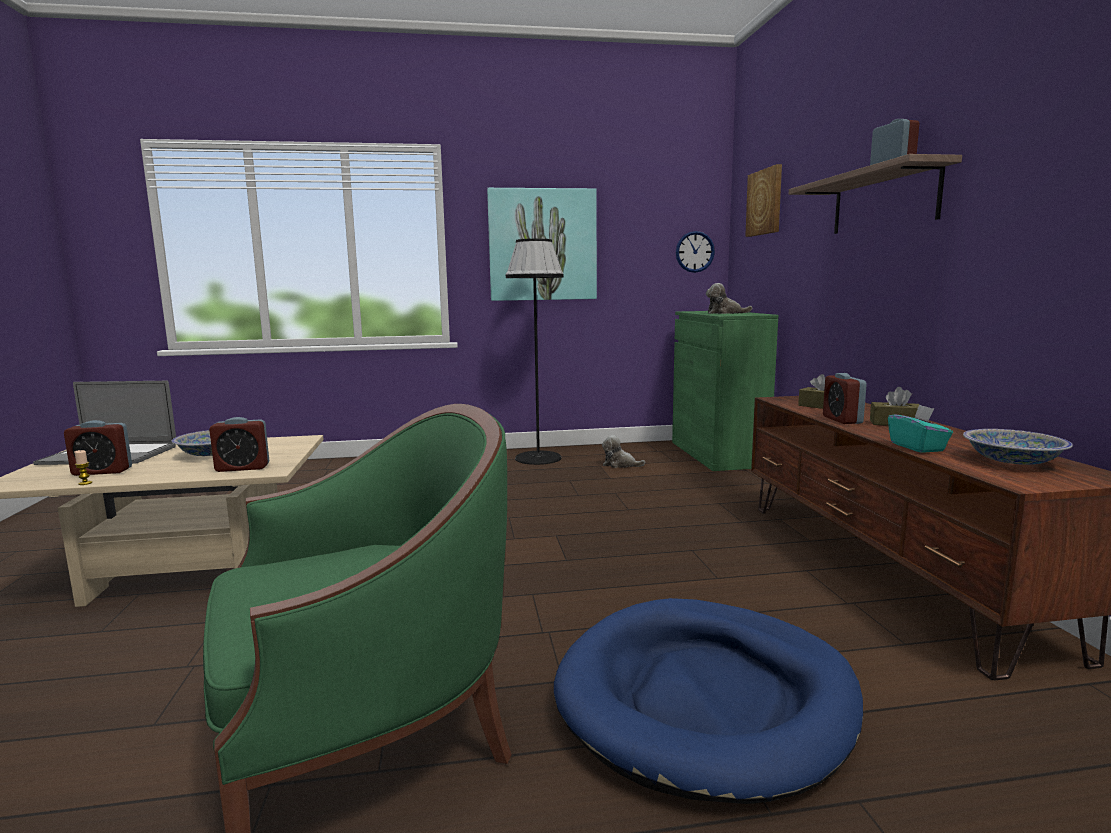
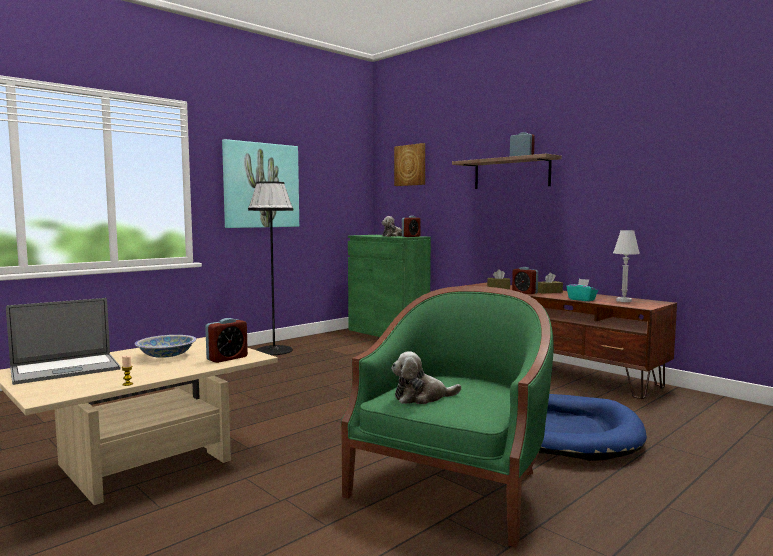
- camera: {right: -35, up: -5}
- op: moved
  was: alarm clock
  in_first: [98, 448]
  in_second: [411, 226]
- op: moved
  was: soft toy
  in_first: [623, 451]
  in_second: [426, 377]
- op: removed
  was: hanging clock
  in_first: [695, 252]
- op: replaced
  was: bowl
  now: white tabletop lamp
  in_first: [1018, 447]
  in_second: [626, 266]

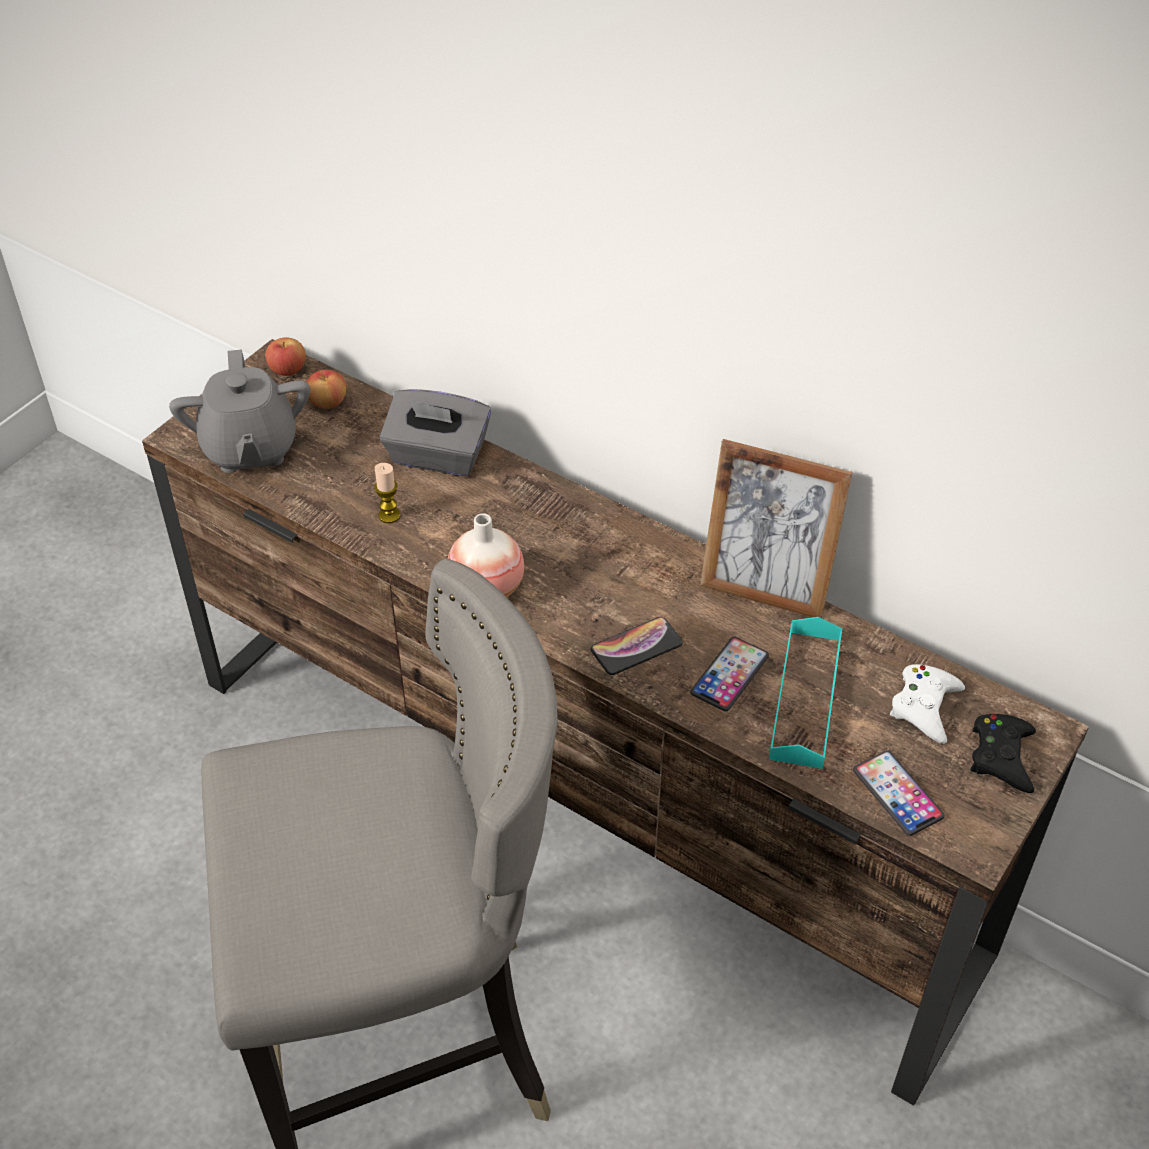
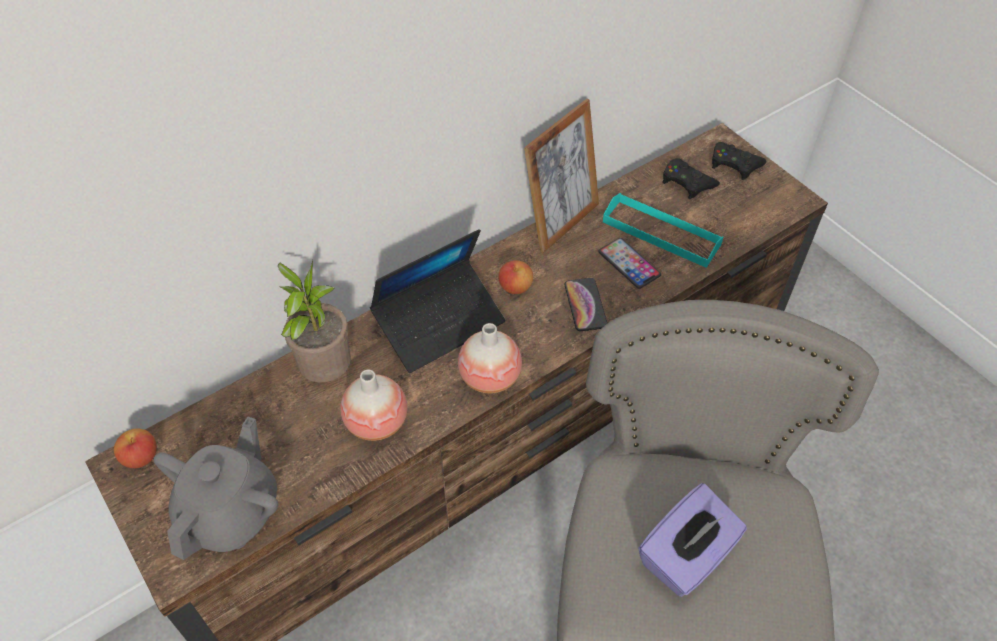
- camera: {right: -70, up: 5}
- op: turned
  was: grey pot for tea
  in_first: [239, 411]
  in_second: [216, 488]
  clockwise: -75
- op: moved
  was: apple fruit
  in_first: [327, 389]
  in_second: [515, 277]
- op: replaced
  was: wax light
  now: vase
  in_first: [387, 493]
  in_second: [374, 405]
- op: replaced
  was: grey tissue holder
  now: plant in a pot
  in_first: [435, 432]
  in_second: [314, 321]
- op: removed
  was: handset
  in_first: [899, 793]
- op: recoloured
  was: white joypad
  now: blackish joypad
  in_first: [927, 704]
  in_second: [691, 178]
- op: added
  now: laptop
  in_second: [437, 301]
- op: added
  now: purple-coloured tissue holder
  in_second: [692, 540]

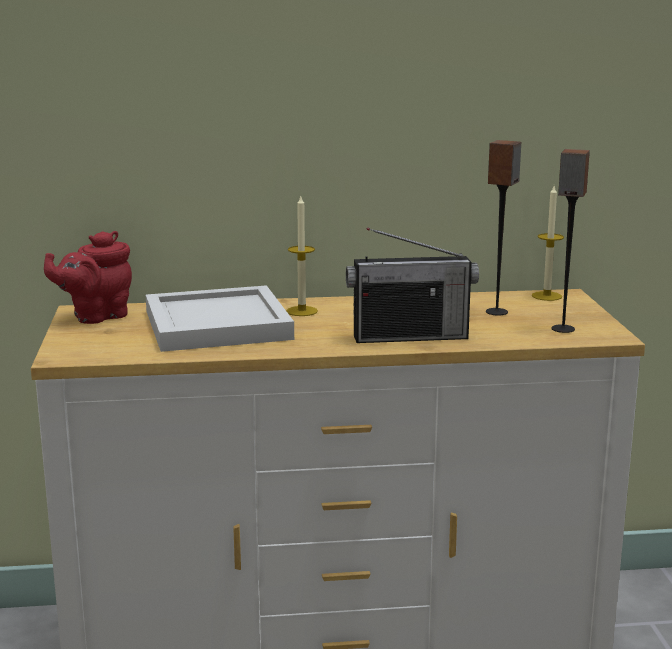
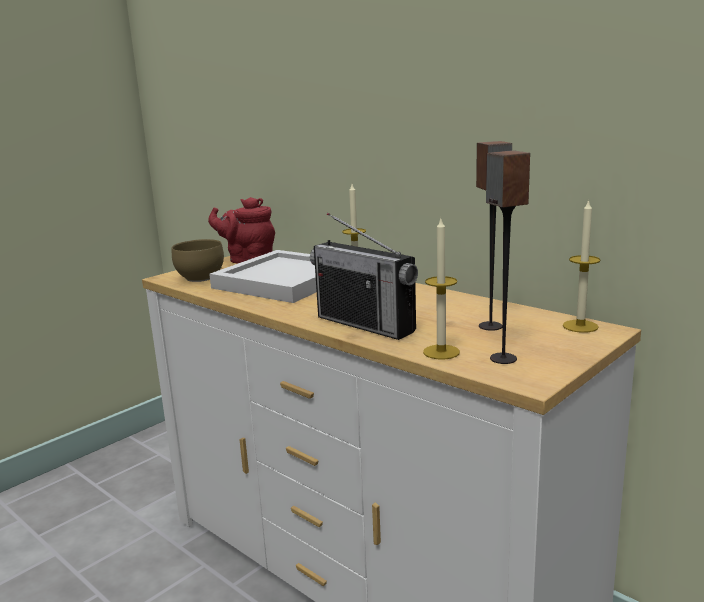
- camera: {right: 50, up: 0}
- op: added
  now: brown-coloured bowl
  in_second: [198, 260]
- op: added
  now: wax light
  in_second: [441, 289]

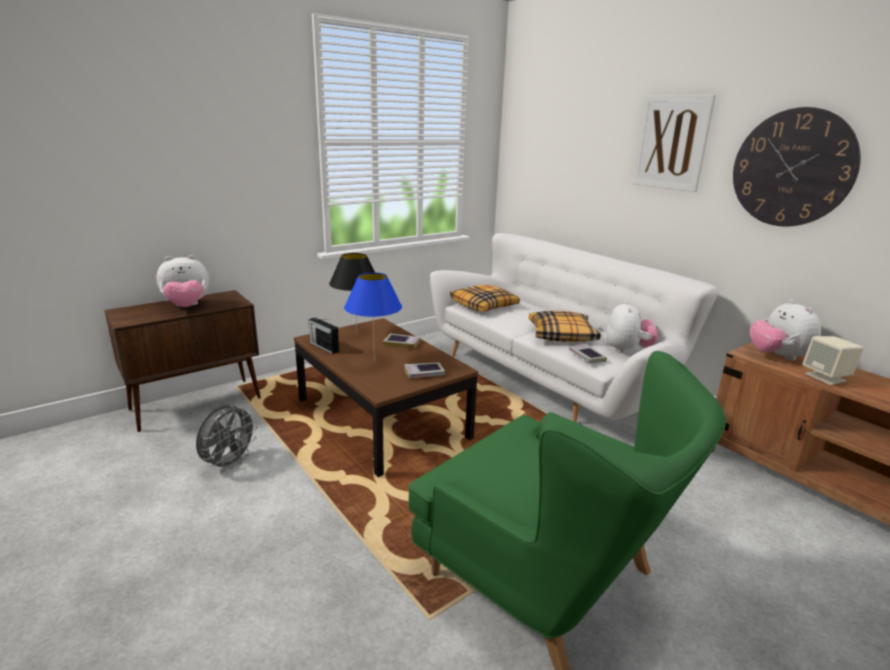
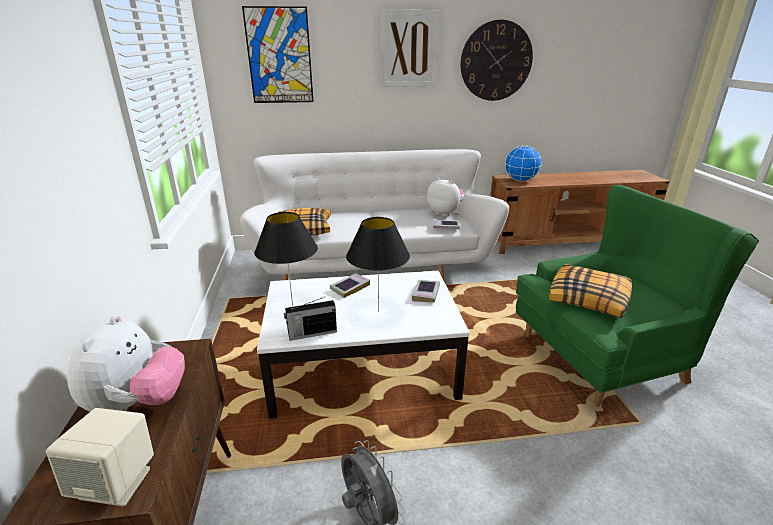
- camera: {right: -60, up: 5}
- op: recoloured
  was: brown-coloured low table
  now: white low table
  in_first: [386, 397]
  in_second: [363, 345]
- op: recoloured
  was: blue-coloured tabletop lamp
  now: blackish tabletop lamp
  in_first: [373, 317]
  in_second: [378, 264]
- op: moved
  was: cushion
  in_first: [565, 326]
  in_second: [590, 291]
- op: replaced
  was: soft toy
  now: globe
  in_first: [785, 330]
  in_second: [523, 163]
- op: moved
  was: beige audio speaker
  in_first: [833, 360]
  in_second: [100, 457]
- op: added
  now: wall picture
  in_second: [278, 54]

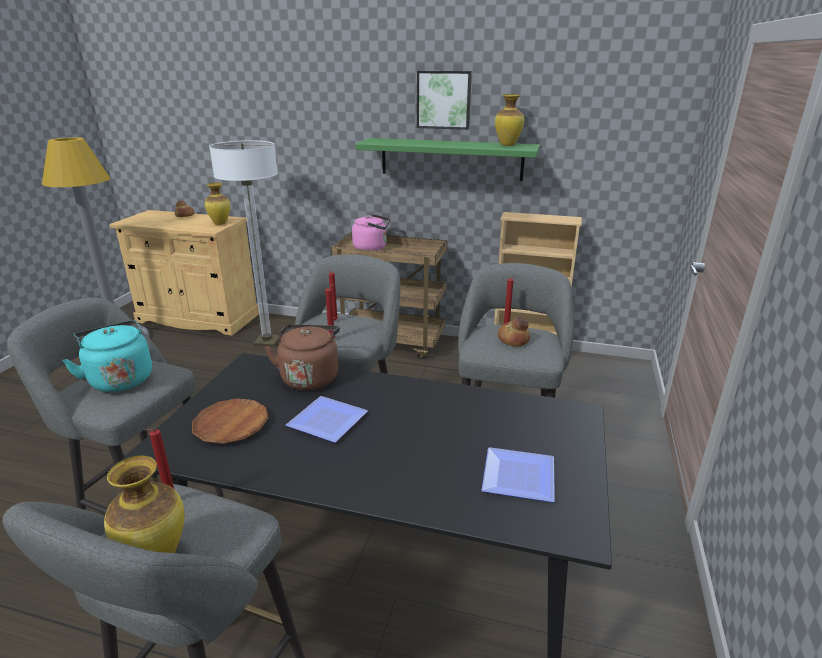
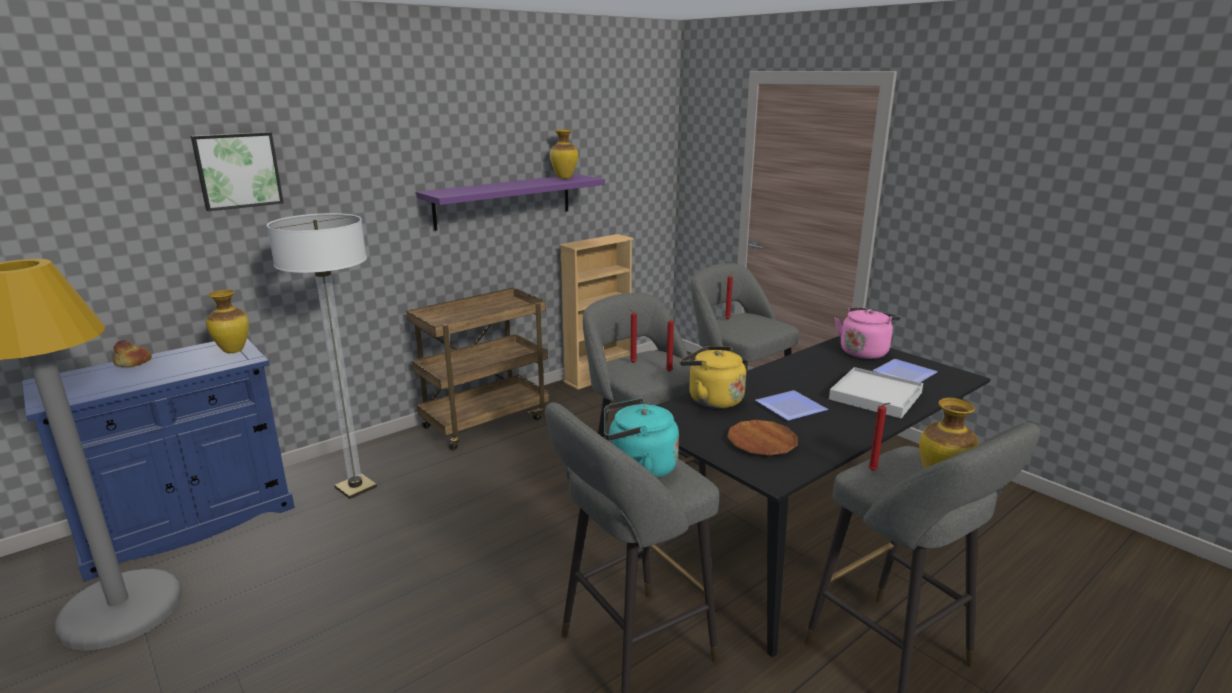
- camera: {right: -55, up: -5}
- op: recoloured
  was: beige storage cabinet
  now: blue-coloured storage cabinet
  in_first: [184, 273]
  in_second: [158, 460]
- op: recoloured
  was: brown-coloured tea kettle
  now: yellow tea kettle
  in_first: [302, 357]
  in_second: [713, 377]
- op: moved
  was: pinkish tea kettle
  in_first: [371, 232]
  in_second: [868, 333]
- op: recoloured
  was: green-coloured shelf
  now: purple-coloured shelf
  in_first: [447, 159]
  in_second: [510, 202]
- op: moved
  was: wall picture
  in_first: [444, 100]
  in_second: [237, 171]
- op: removed
  was: baked bread
  in_first: [514, 331]
- op: added
  now: white serving tray
  in_second: [876, 392]

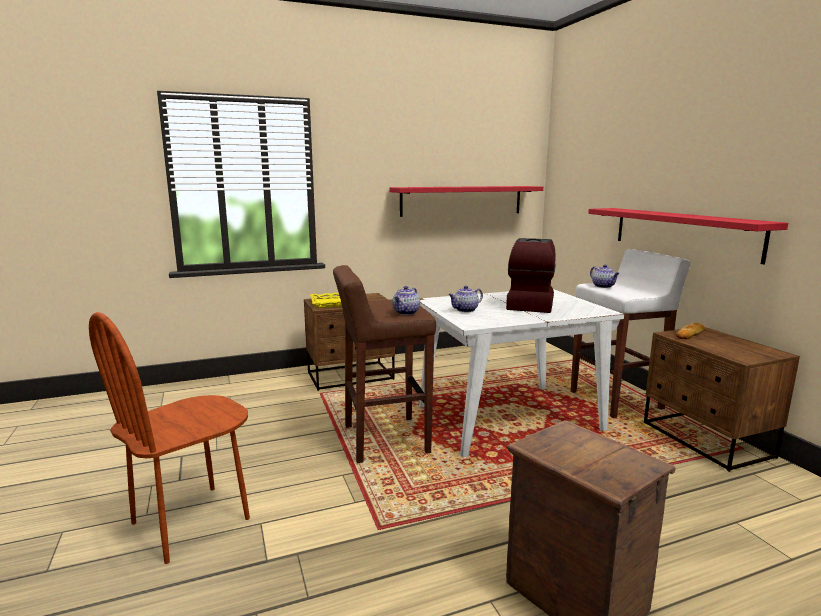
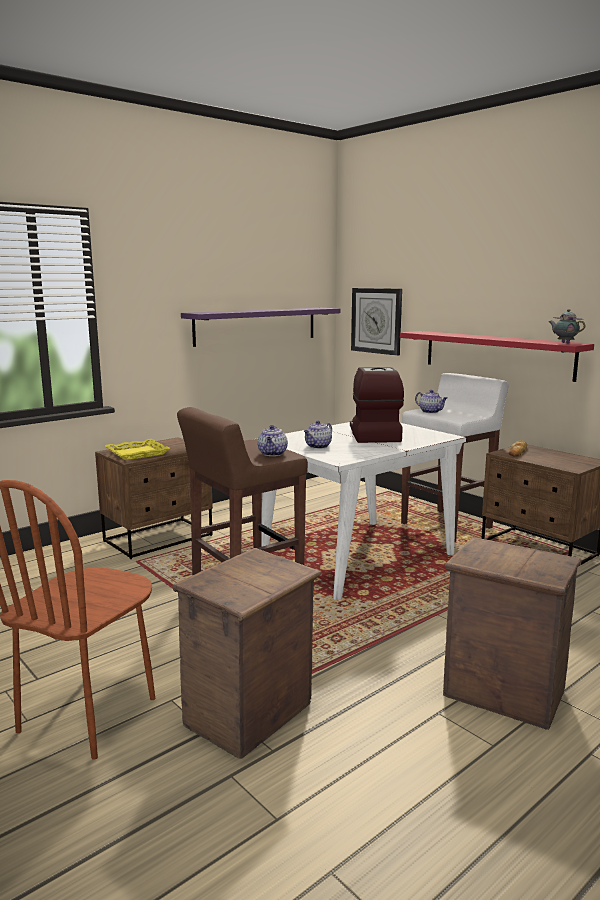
- camera: {right: -20, up: 0}
- op: recoloured
  was: reddish shelf
  now: purple-coloured shelf
  in_first: [466, 201]
  in_second: [260, 327]
- op: added
  now: packing crate
  in_second: [246, 653]
- op: added
  now: hanging clock
  in_second: [376, 322]
- op: added
  now: pot for tea
  in_second: [567, 326]

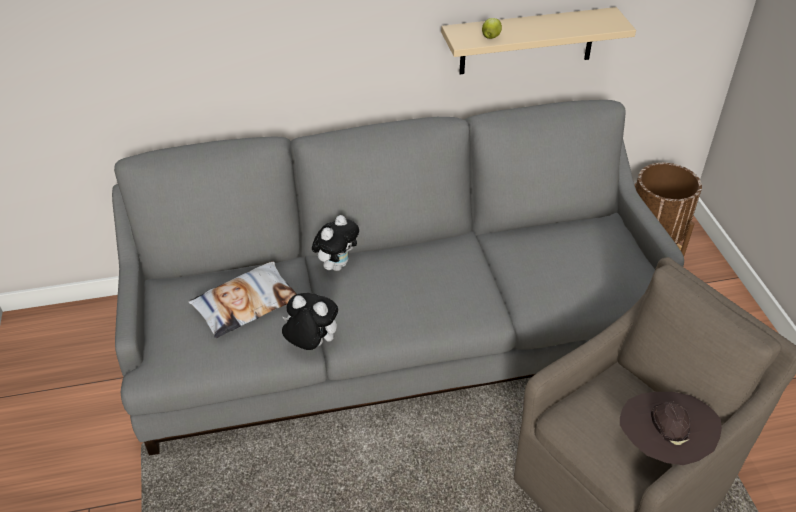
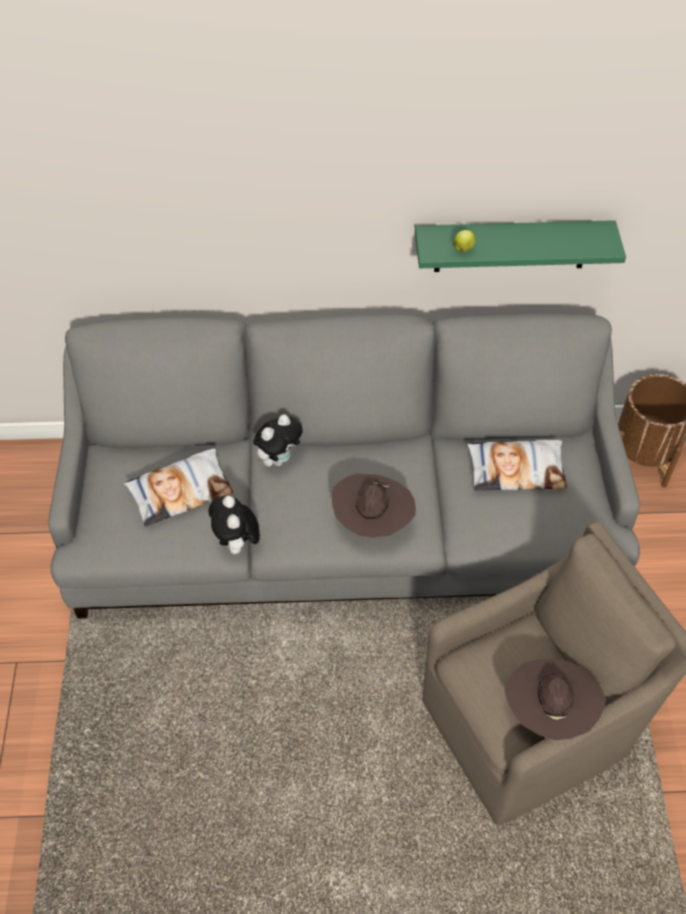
- camera: {right: 10, up: 10}
- op: turned
  was: soft toy
  in_first: [310, 321]
  in_second: [234, 525]
  clockwise: -135
- op: recoloured
  was: beige shelf
  now: green-coloured shelf
  in_first: [538, 40]
  in_second: [520, 246]
- op: added
  now: brown-coloured wearable hat
  in_second: [374, 505]
- op: added
  now: cushion
  in_second: [517, 465]

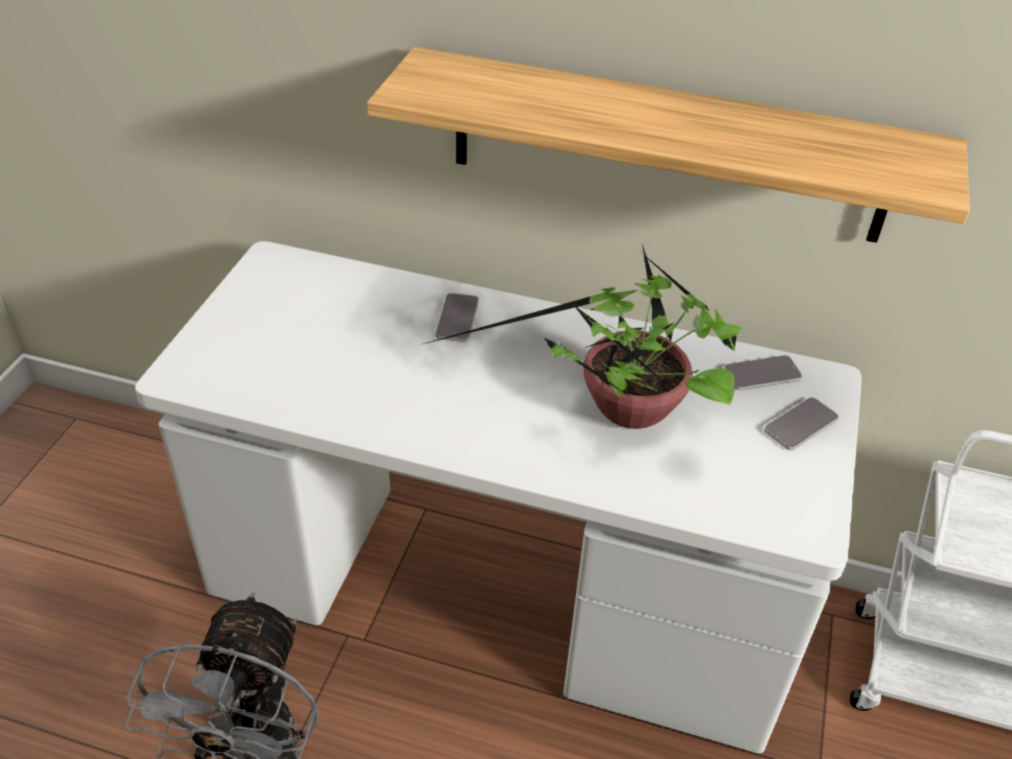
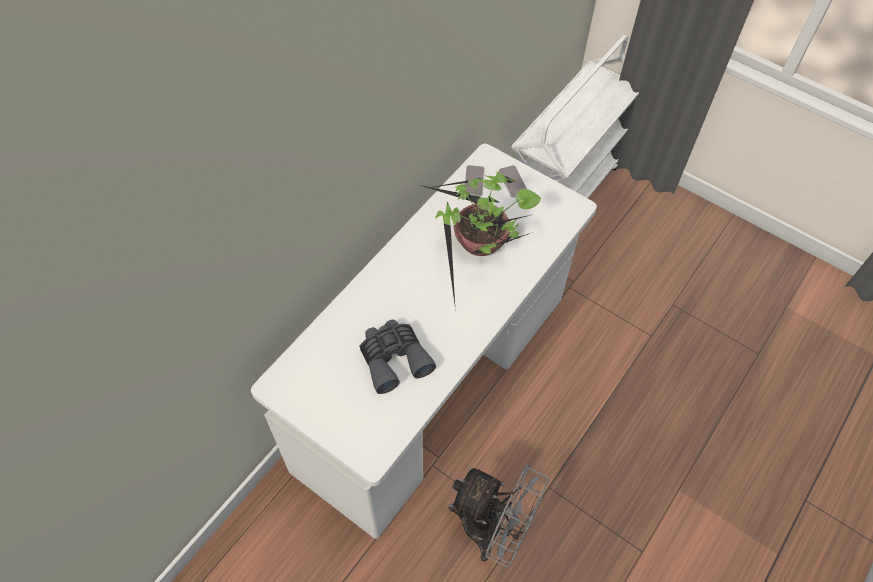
- camera: {right: -70, up: 15}
- op: removed
  was: shelf
  in_first: [668, 145]
- op: removed
  was: handset
  in_first: [457, 317]
- op: added
  now: grey binoculars
  in_second: [398, 356]

